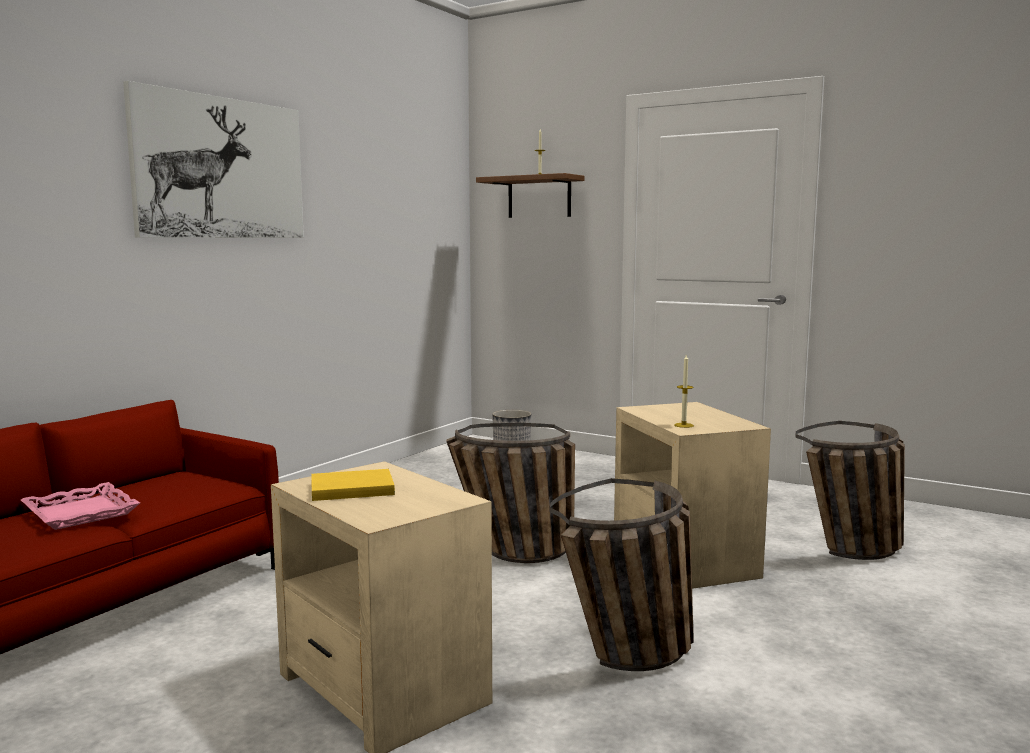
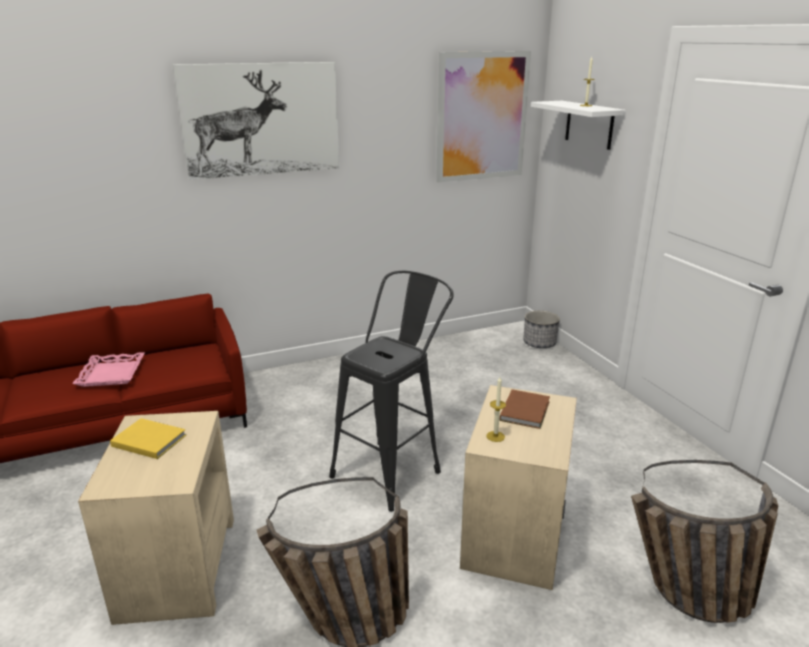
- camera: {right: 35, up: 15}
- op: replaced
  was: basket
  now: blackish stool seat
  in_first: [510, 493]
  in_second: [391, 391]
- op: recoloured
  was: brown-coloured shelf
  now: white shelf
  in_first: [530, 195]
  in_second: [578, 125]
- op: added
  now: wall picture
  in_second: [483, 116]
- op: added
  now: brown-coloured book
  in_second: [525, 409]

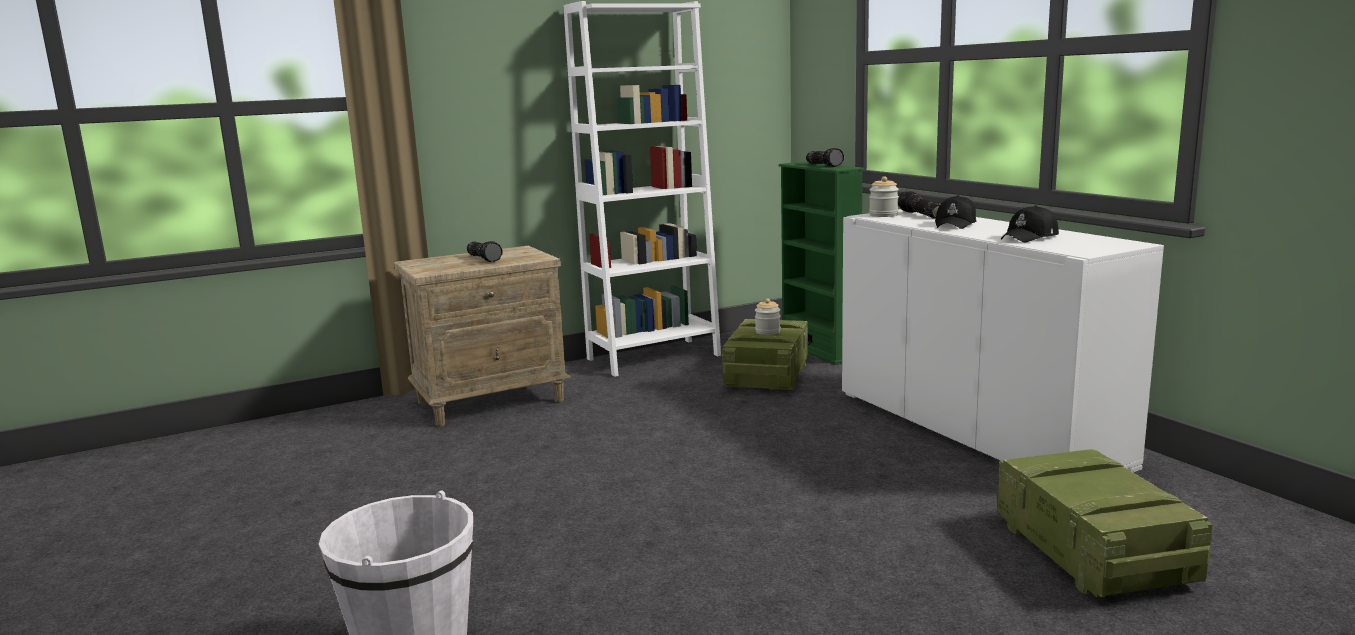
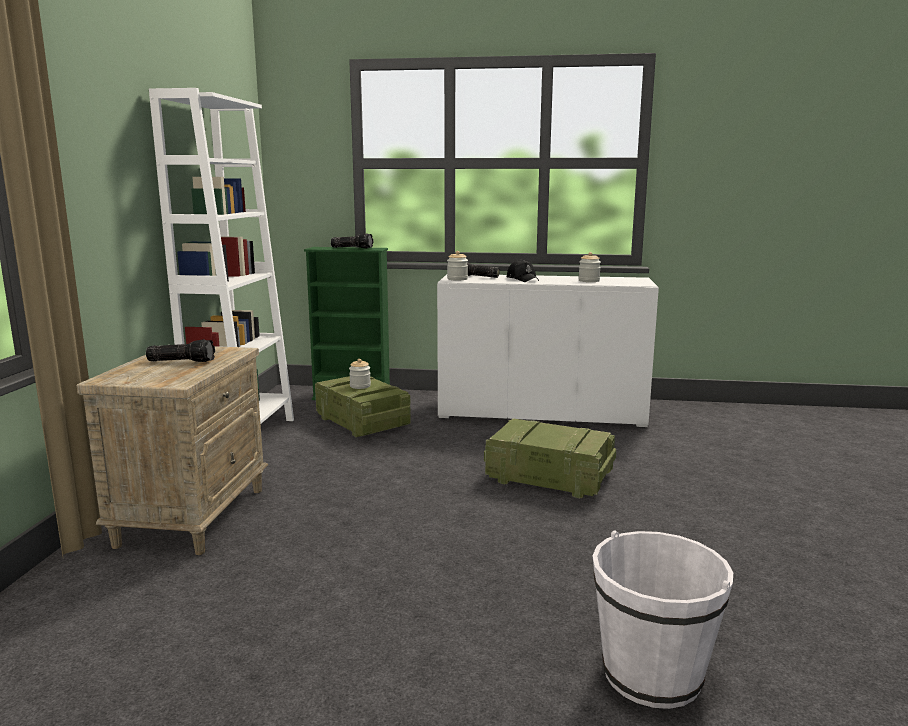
- camera: {right: -55, up: 0}
- op: moved
  was: packing crate
  in_first: [1105, 523]
  in_second: [550, 458]
- op: replaced
  was: blackish cap
  now: preserve jar
  in_first: [1030, 223]
  in_second: [589, 267]

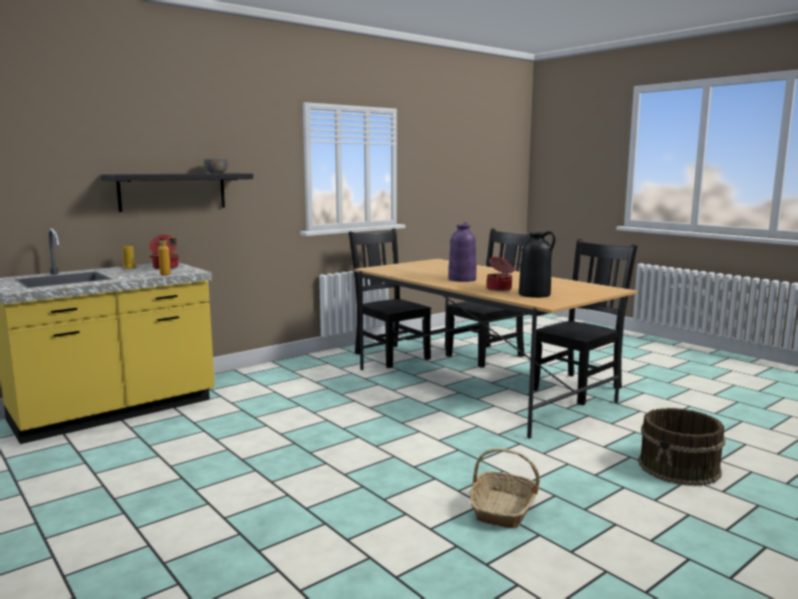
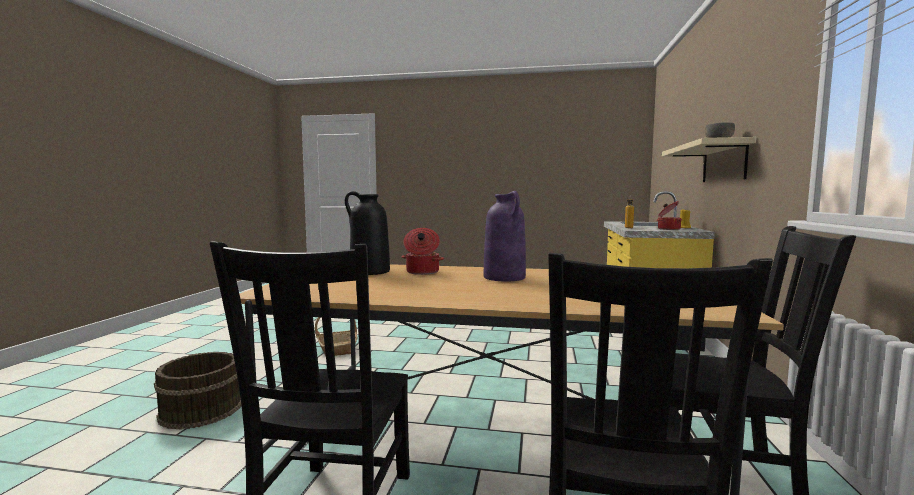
- camera: {right: 140, up: -5}
- op: recoloured
  was: blackish shelf
  now: beige shelf
  in_first: [177, 192]
  in_second: [709, 159]

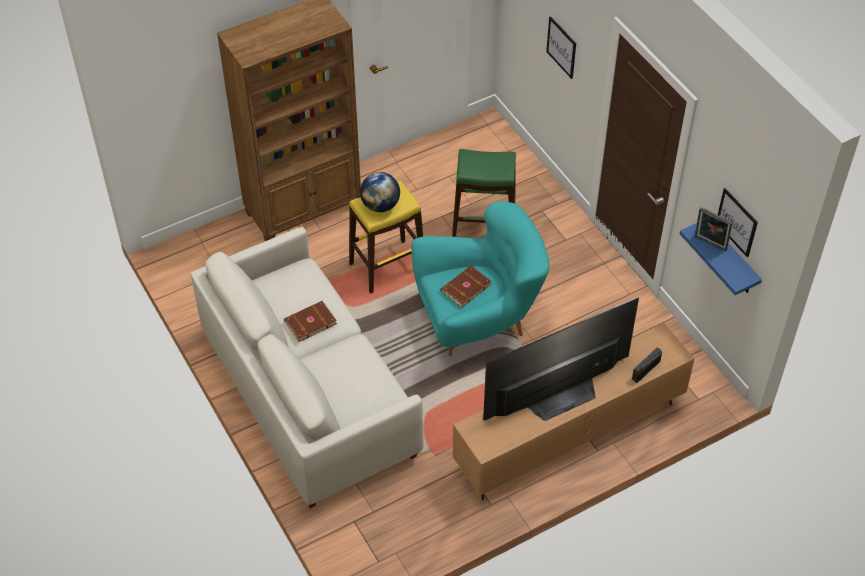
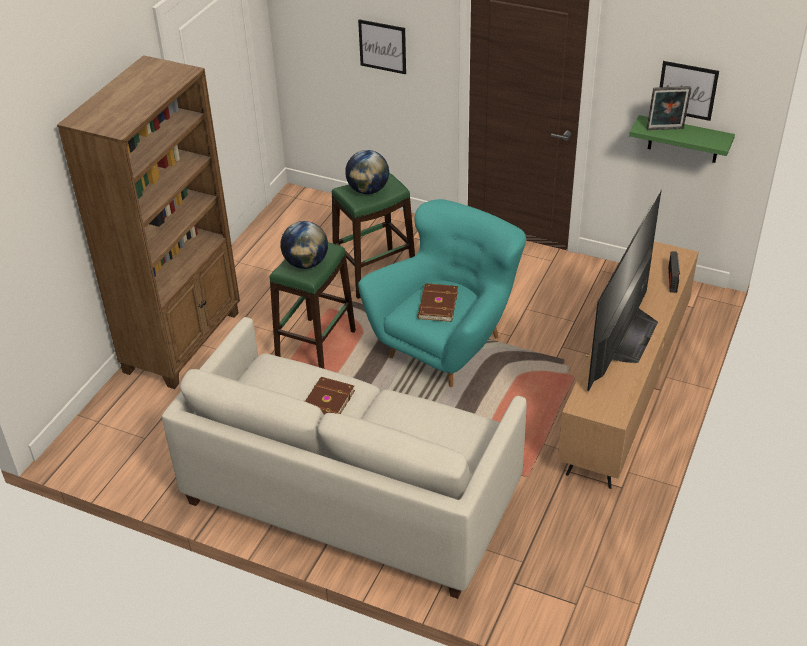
- camera: {right: -35, up: -10}
- op: recoloured
  was: yellow stool seat
  now: green-coloured stool seat
  in_first: [386, 237]
  in_second: [313, 305]
- op: recoloured
  was: blue-coloured shelf
  now: green-coloured shelf
  in_first: [721, 259]
  in_second: [682, 139]
- op: added
  now: globe
  in_second: [367, 172]

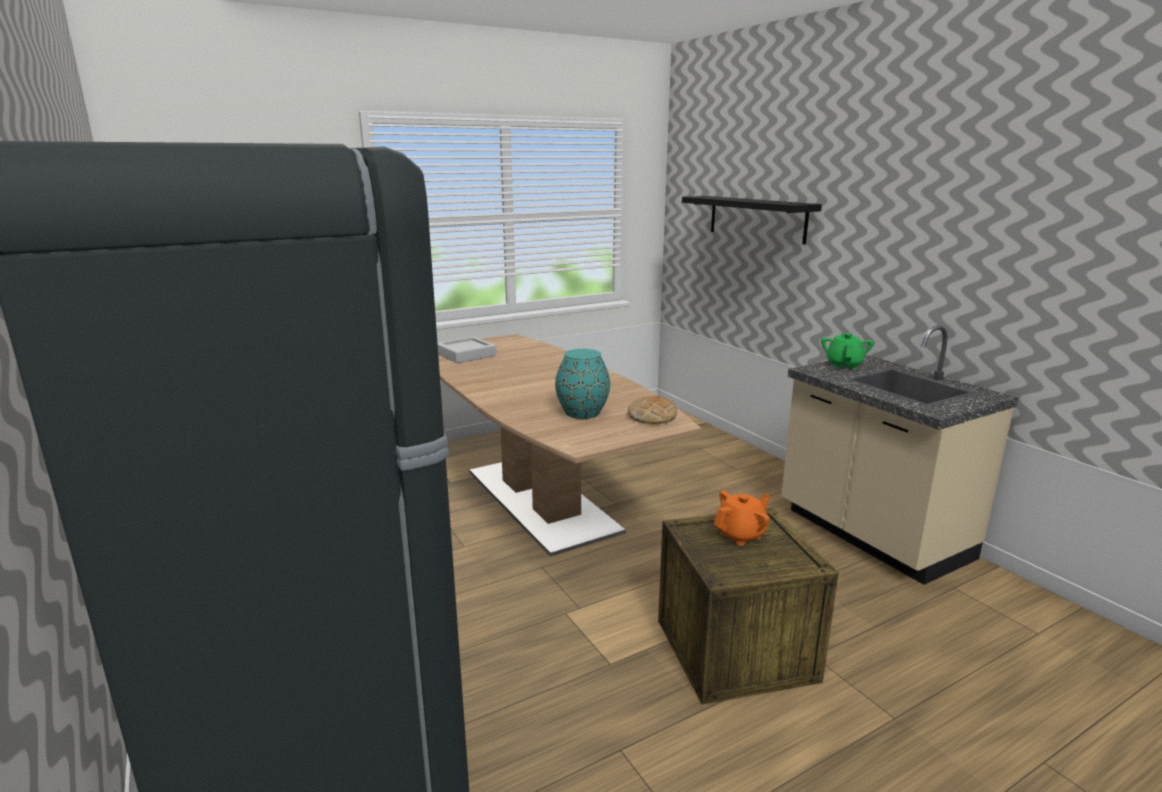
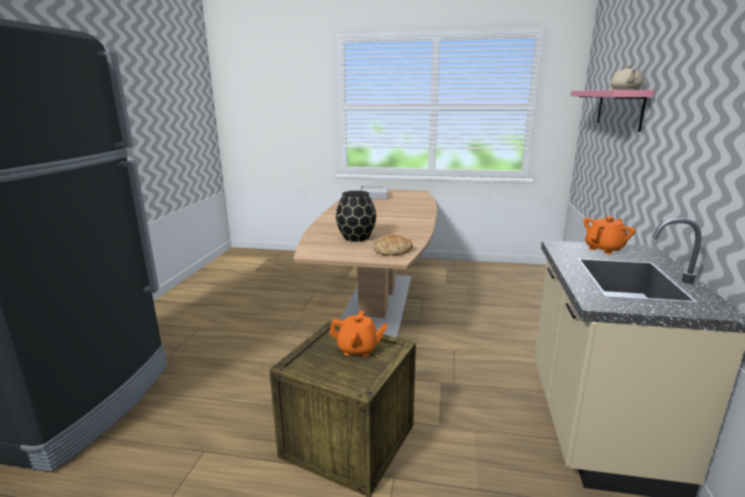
- camera: {right: 40, up: 0}
- op: recoloured
  was: turquoise-coloured vase
  now: blackish vase
  in_first: [582, 384]
  in_second: [356, 216]
- op: recoloured
  was: blackish shelf
  now: pinkish shelf
  in_first: [752, 220]
  in_second: [612, 111]
- op: recoloured
  was: green-coloured pot for tea
  now: orange-coloured pot for tea
  in_first: [847, 351]
  in_second: [610, 235]
- op: added
  now: beige pot for tea
  in_second: [626, 77]

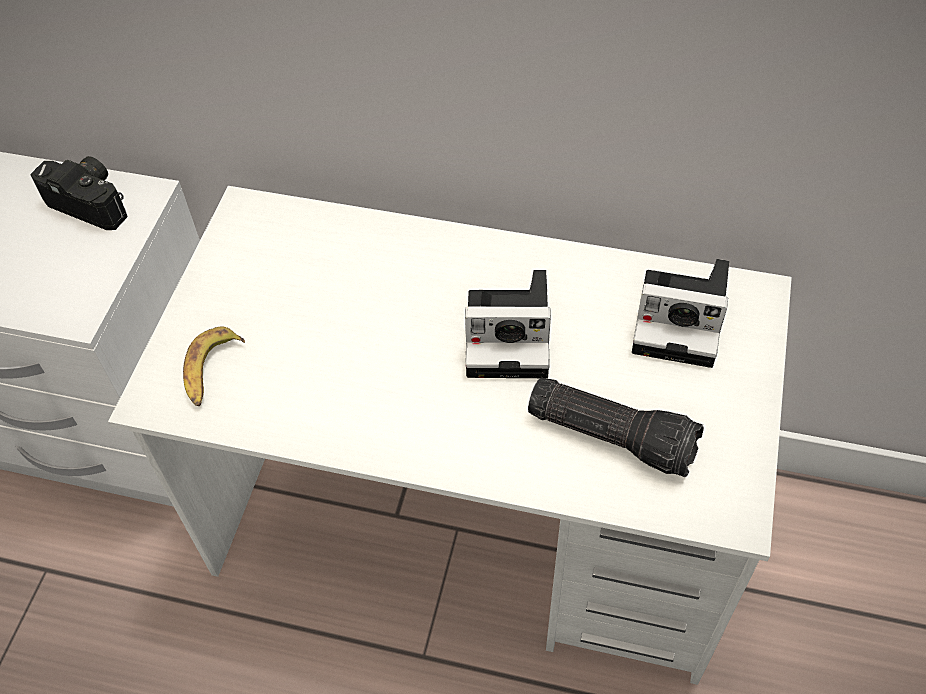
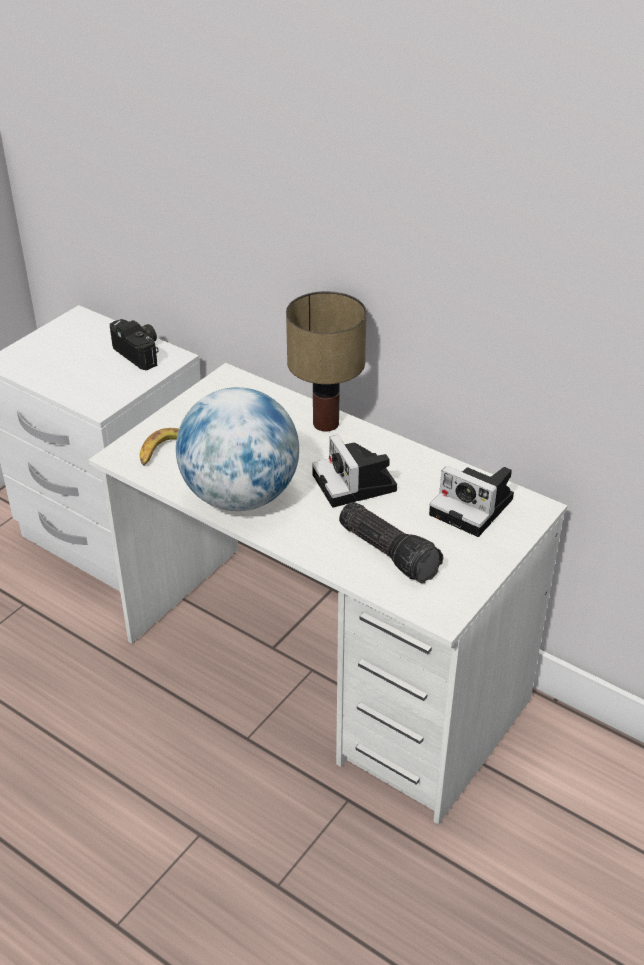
- camera: {right: 20, up: -15}
- op: turned
  was: still camera
  in_first: [508, 324]
  in_second: [354, 471]
  clockwise: 45
- op: added
  now: globe
  in_second: [237, 449]
- op: added
  now: tabletop lamp
  in_second: [326, 361]

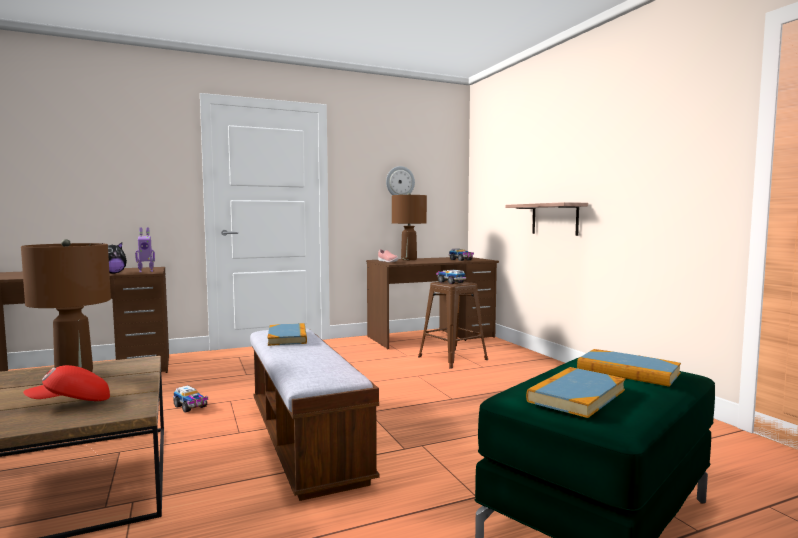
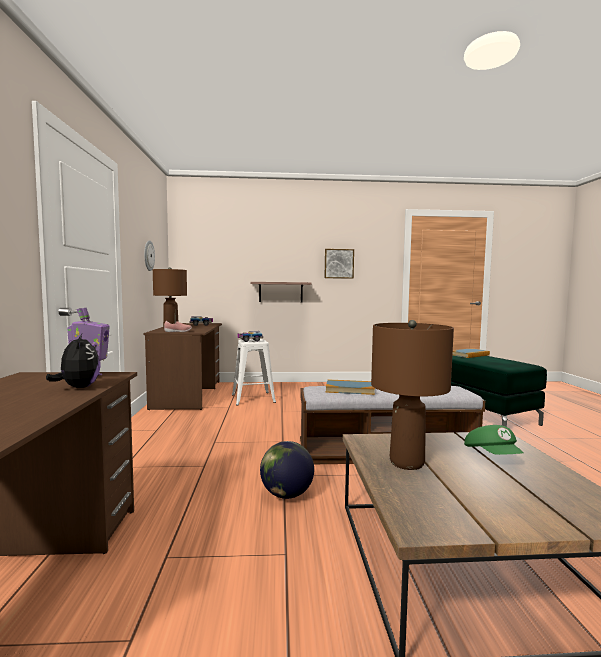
- camera: {right: -70, up: 0}
- op: recoloured
  was: reddish cap
  now: green-coloured cap
  in_first: [66, 383]
  in_second: [494, 440]
- op: replaced
  was: toy truck
  now: globe
  in_first: [190, 399]
  in_second: [287, 470]
- op: recoloured
  was: brown-coloured stool seat
  now: white stool seat
  in_first: [453, 325]
  in_second: [254, 372]
- op: removed
  was: book
  in_first: [575, 392]
- op: added
  now: wall picture
  in_second: [339, 264]

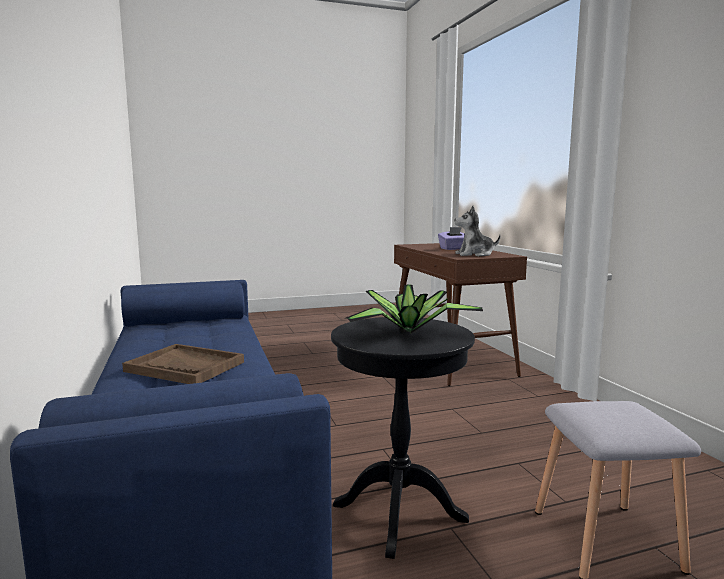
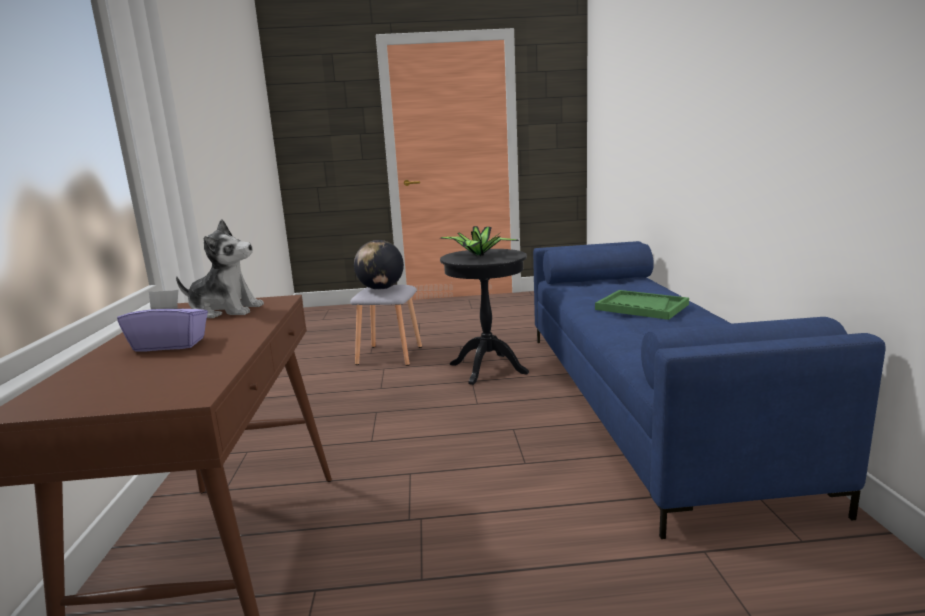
- camera: {right: -165, up: 5}
- op: recoloured
  was: brown-coloured serving tray
  now: green-coloured serving tray
  in_first: [183, 364]
  in_second: [642, 305]
- op: added
  now: globe
  in_second: [379, 265]

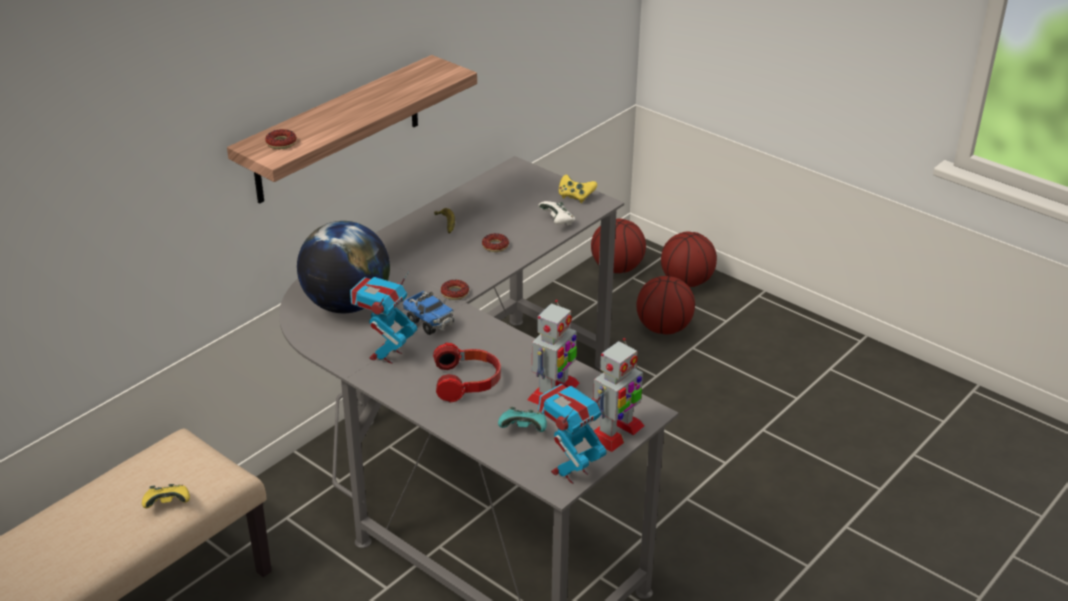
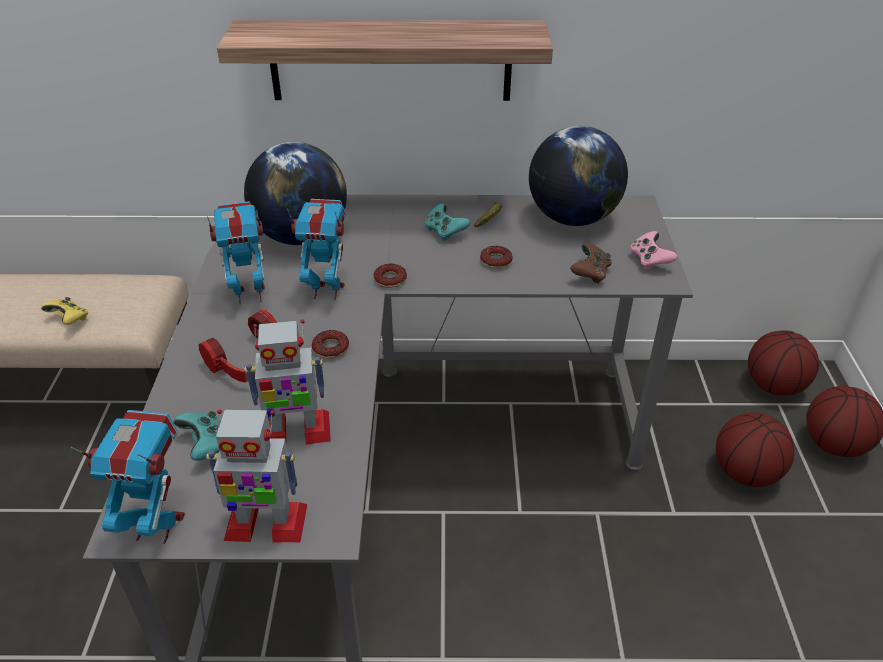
- camera: {right: 50, up: 5}
- op: moved
  was: donut
  in_first: [281, 139]
  in_second: [330, 344]
- op: replaced
  was: toy truck
  now: robot figure
  in_first: [428, 313]
  in_second: [316, 249]
- op: recoloured
  was: white joypad
  now: brown-coloured joypad
  in_first: [557, 213]
  in_second: [590, 263]
- op: recoloured
  was: yellow joypad
  now: pinkish joypad
  in_first: [578, 189]
  in_second: [654, 250]
- op: added
  now: turquoise-coloured joypad
  in_second: [447, 222]
- op: added
  now: globe
  in_second: [578, 176]

